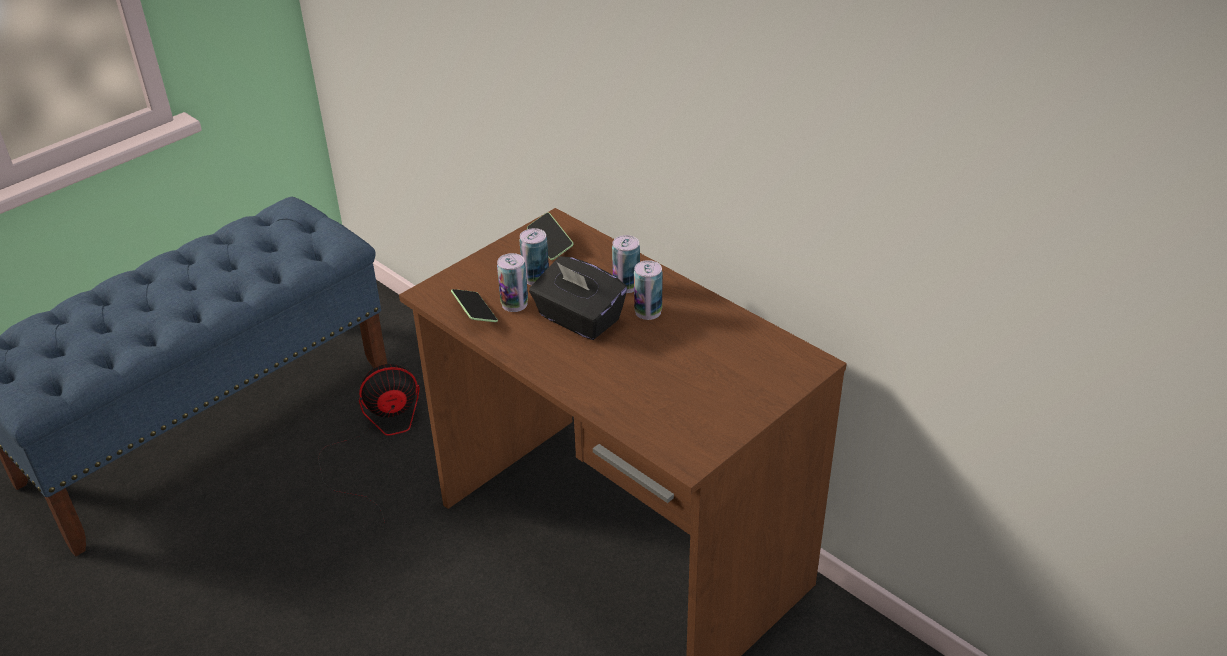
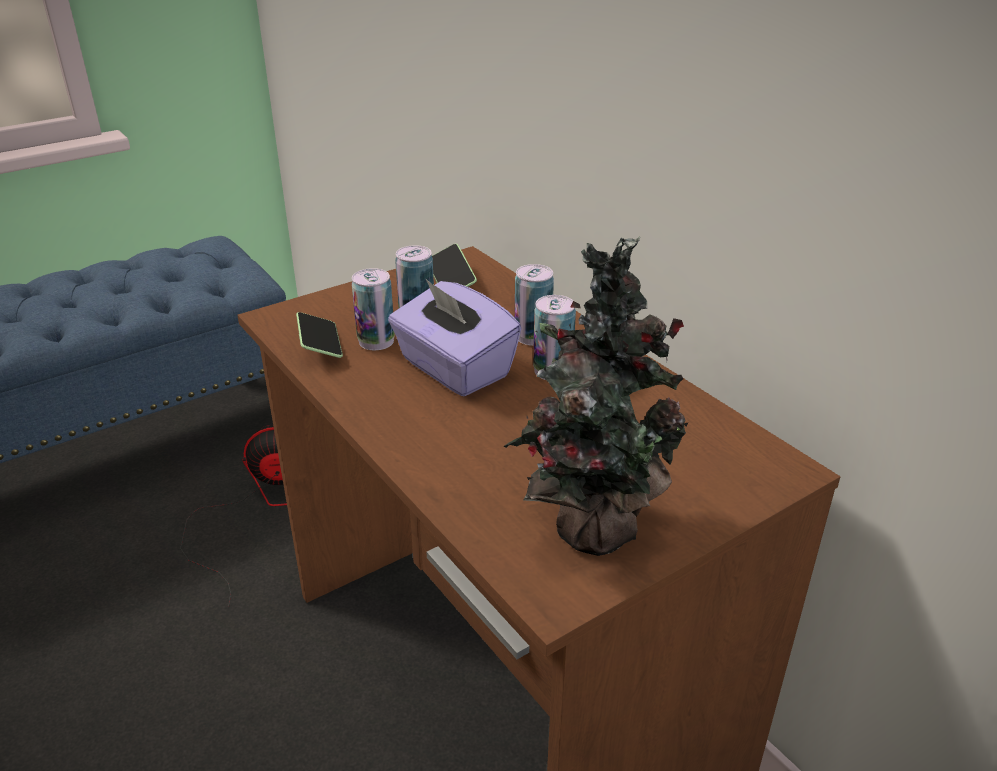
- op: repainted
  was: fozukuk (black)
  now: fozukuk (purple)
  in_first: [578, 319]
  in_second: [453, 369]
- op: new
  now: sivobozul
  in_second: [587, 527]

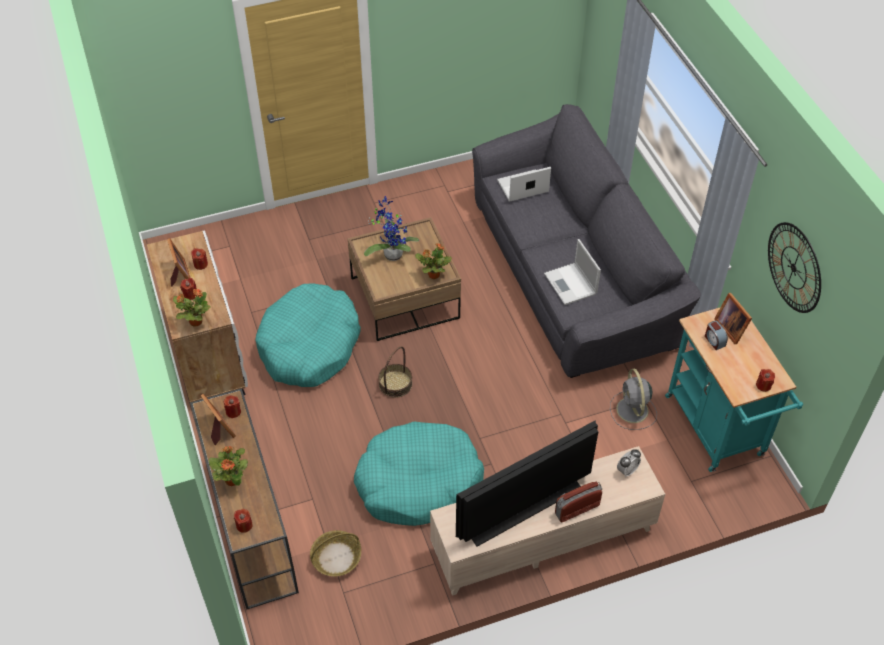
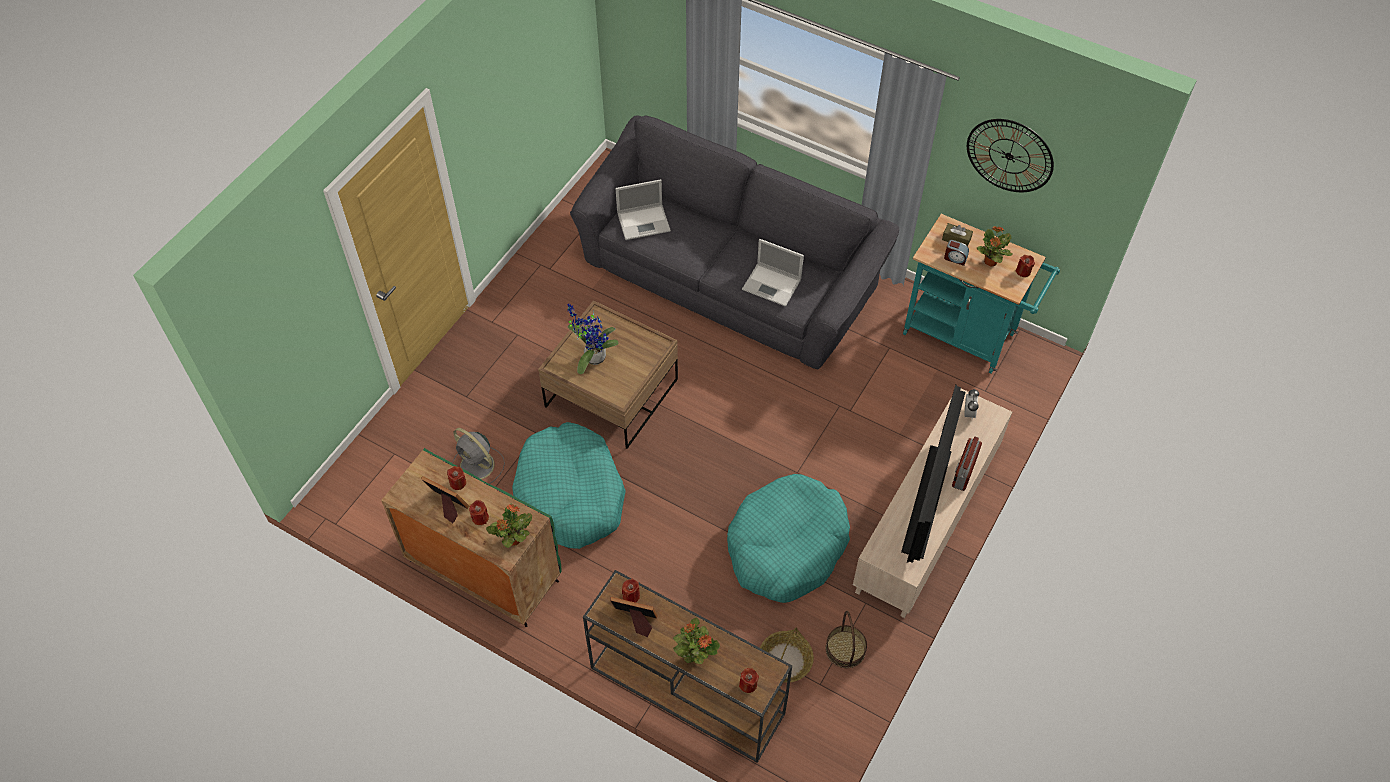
- op: repainted
  was: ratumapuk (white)
  now: ratumapuk (green)
  in_first: [206, 354]
  in_second: [483, 570]
- op: shifted
  was: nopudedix
  in_first: [395, 384]
  in_second: [845, 649]
- op: shifted
  was: sivobozul
  in_first: [433, 275]
  in_second: [990, 262]
- op: rotated
  was: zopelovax
  in_first: [522, 187]
  in_second: [644, 222]
  clockwise: -135
- op: shifted
  was: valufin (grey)
  in_first: [632, 411]
  in_second: [478, 466]
- op: swapped
  was: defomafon
  now: fozukuk (brown)
  in_first: [731, 327]
  in_second: [956, 239]

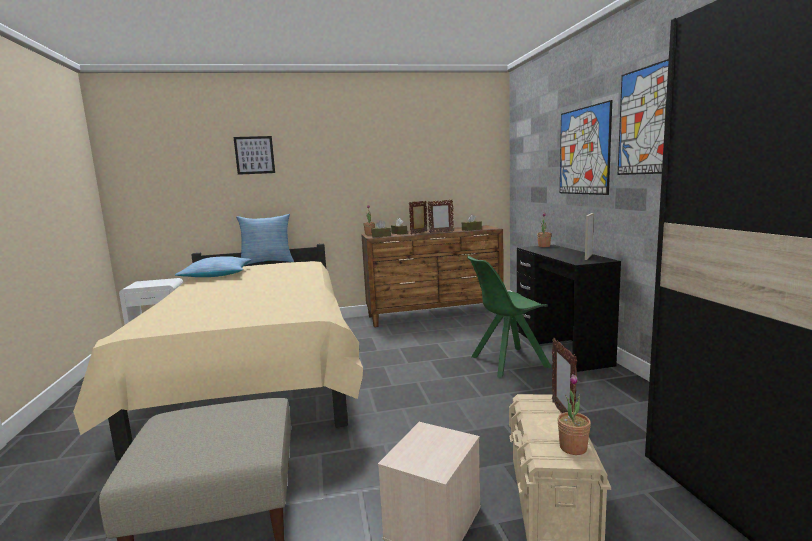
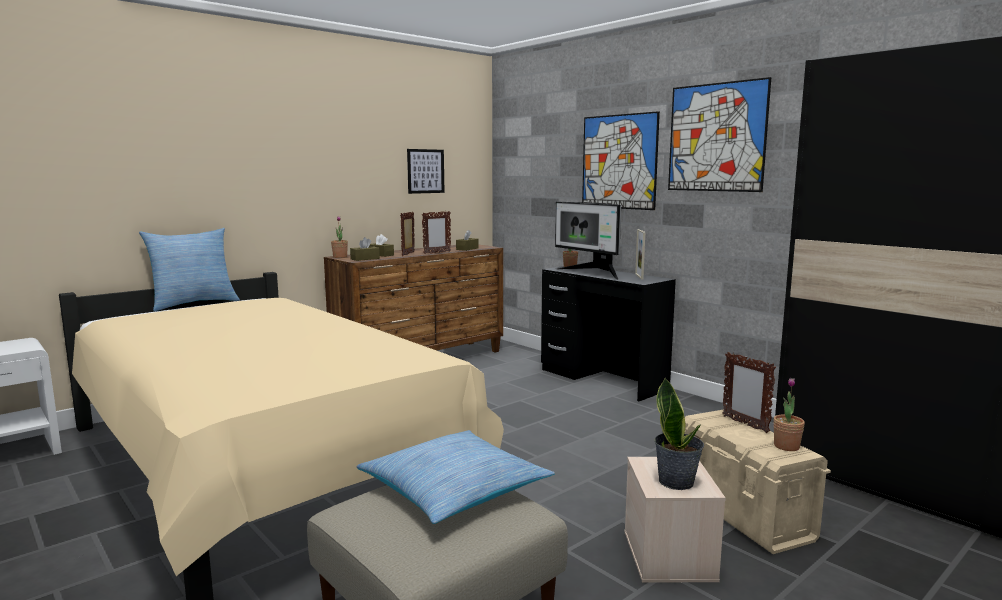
- op: shifted
  was: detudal
  in_first: [216, 275]
  in_second: [454, 490]
- op: shifted
  was: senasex
  in_first: [254, 155]
  in_second: [425, 171]
- op: gone
  was: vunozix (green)
  in_first: [507, 362]
- op: new
  now: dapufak
  in_second: [593, 273]
- op: new
  now: sivobozul
  in_second: [676, 481]

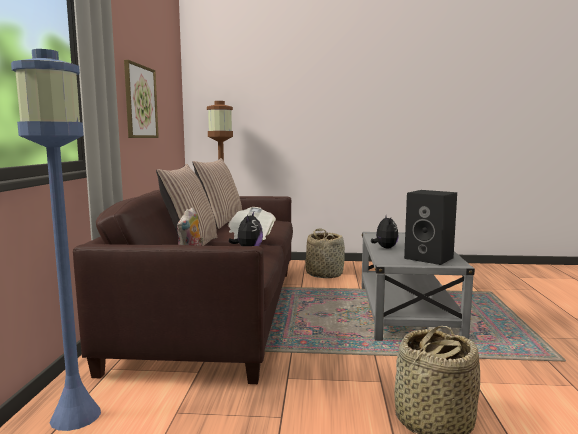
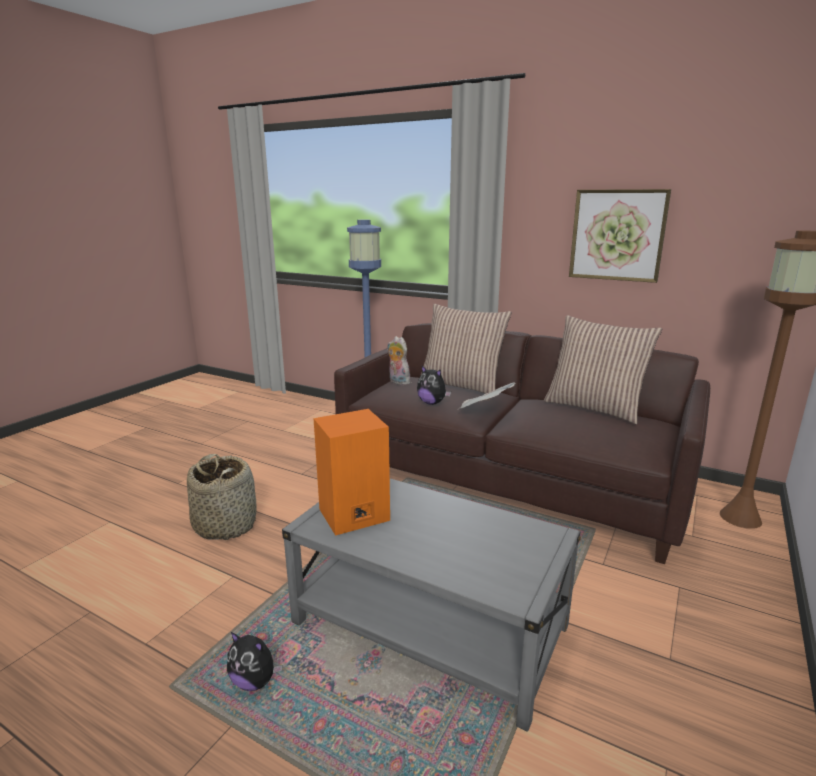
- op: gone
  was: nopudedix
  in_first: [324, 274]
- op: shifted
  was: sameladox
  in_first: [385, 248]
  in_second: [254, 681]
- op: repainted
  was: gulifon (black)
  now: gulifon (orange)
  in_first: [430, 258]
  in_second: [353, 516]

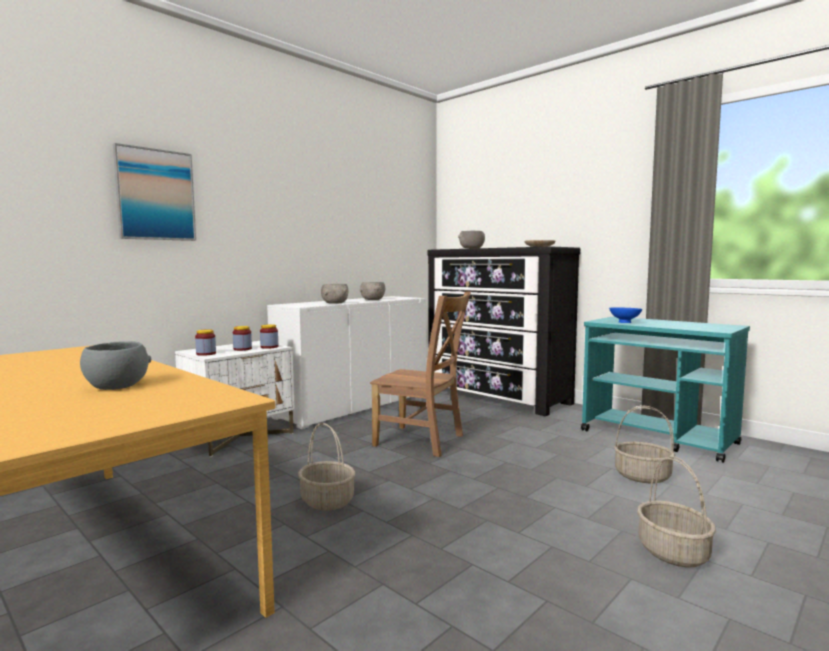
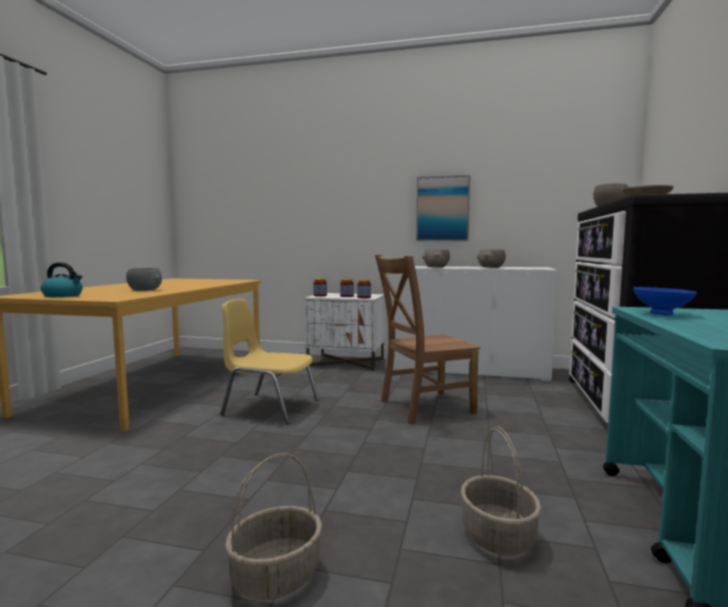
- op: shifted
  was: senasex
  in_first: [155, 195]
  in_second: [442, 209]
- op: swapped
  was: nopudedix
  now: vunozix (yellow)
  in_first: [326, 501]
  in_second: [269, 407]
- op: rotated
  was: vunozix (brown)
  in_first: [422, 441]
  in_second: [423, 407]
  clockwise: 75
- op: new
  now: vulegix
  in_second: [63, 295]

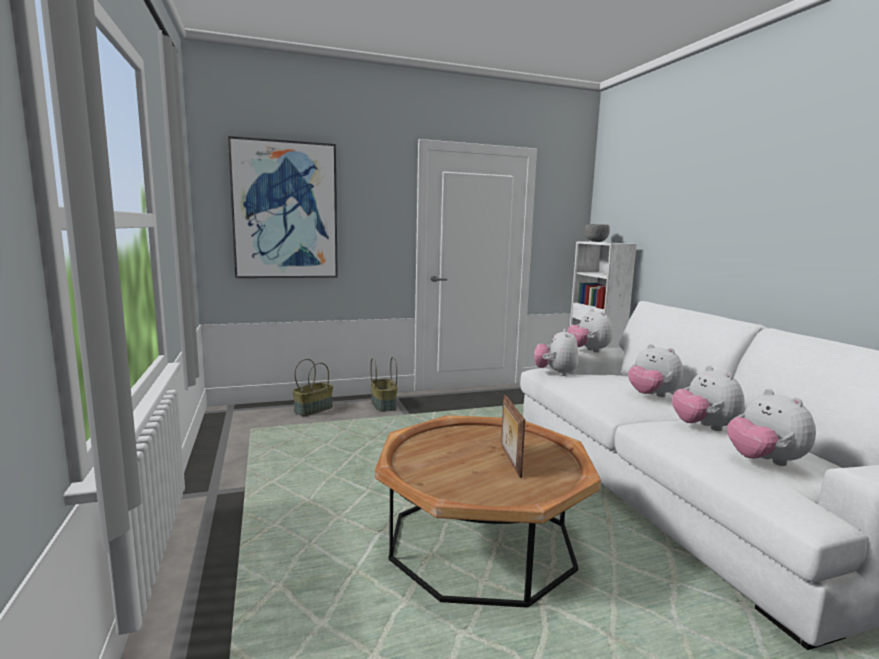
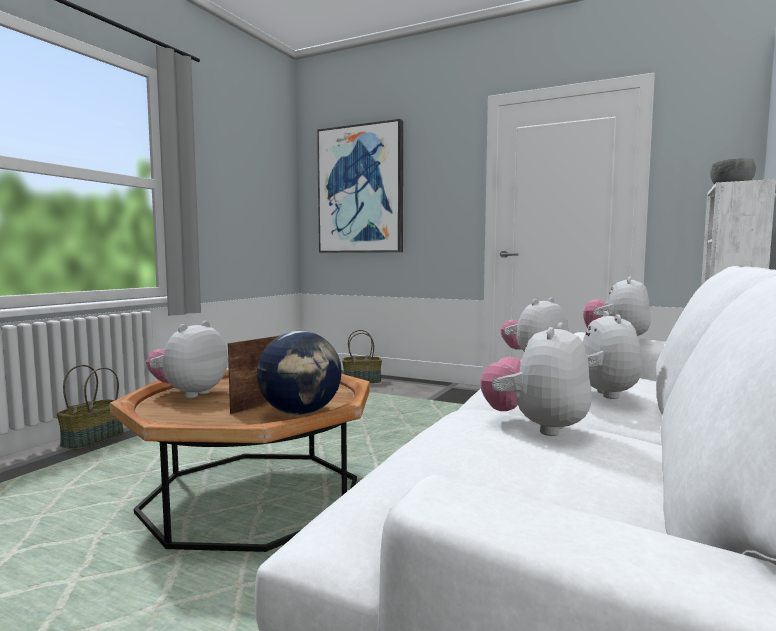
- op: shifted
  was: nopudedix
  in_first: [384, 405]
  in_second: [93, 440]
- op: shifted
  was: sameladox
  in_first: [764, 461]
  in_second: [189, 393]
- op: new
  now: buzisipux
  in_second: [300, 413]

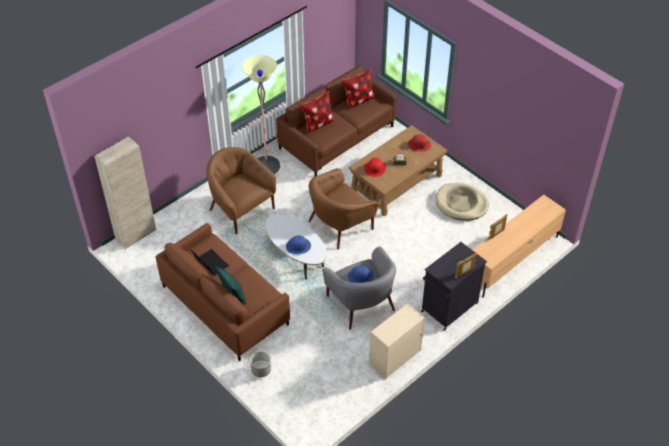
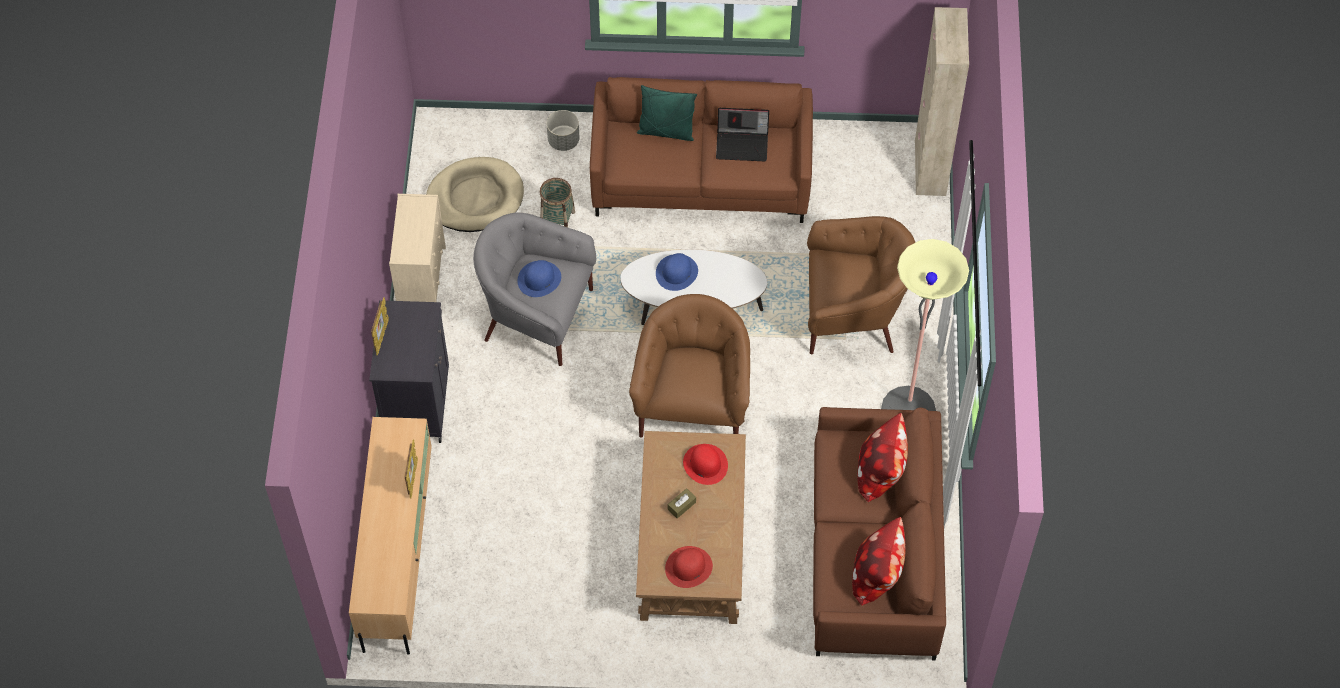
- op: shifted
  was: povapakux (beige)
  in_first: [461, 204]
  in_second: [475, 198]
- op: new
  now: nopudedix
  in_second: [557, 220]

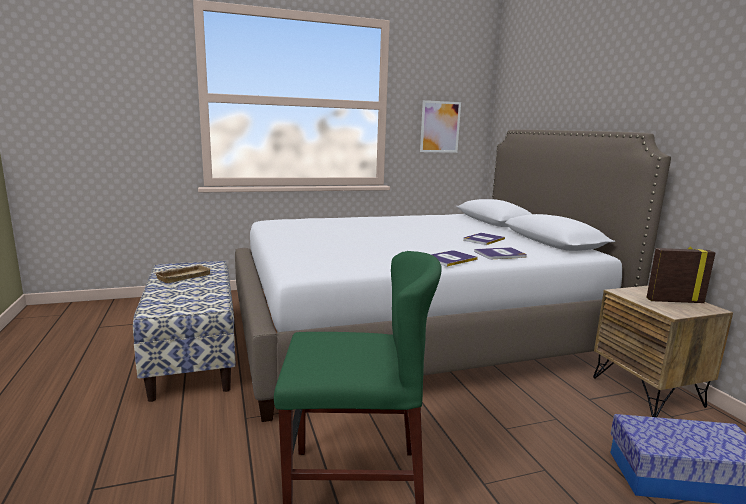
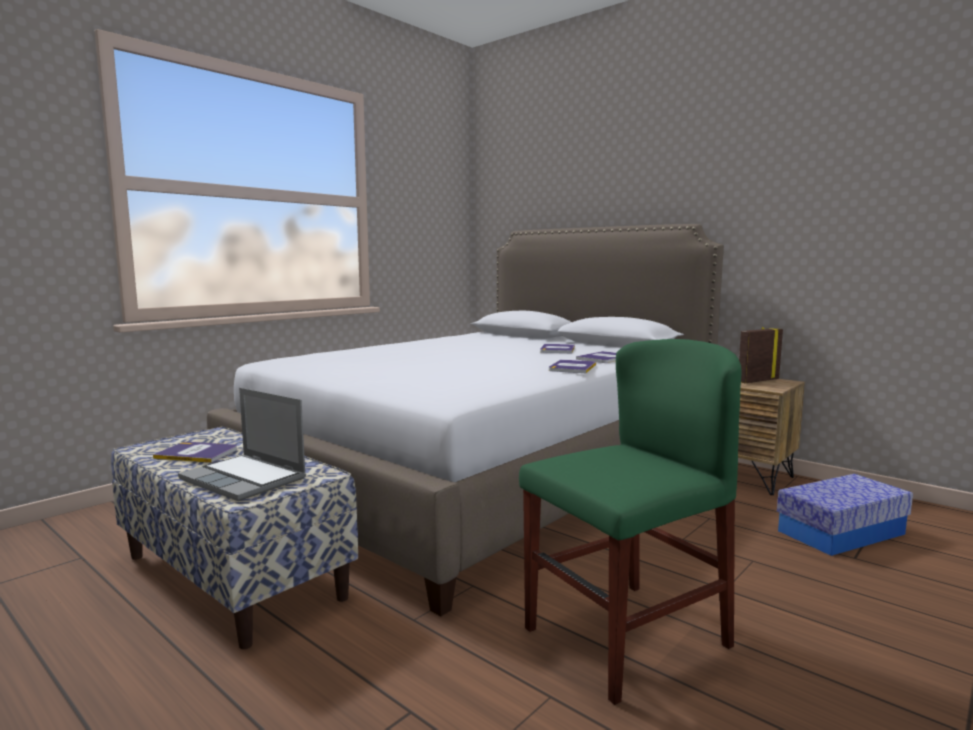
- op: swapped
  was: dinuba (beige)
  now: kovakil
  in_first: [183, 276]
  in_second: [197, 453]
- op: gone
  was: senasex
  in_first: [440, 127]
- op: new
  now: zopelovax
  in_second: [245, 479]

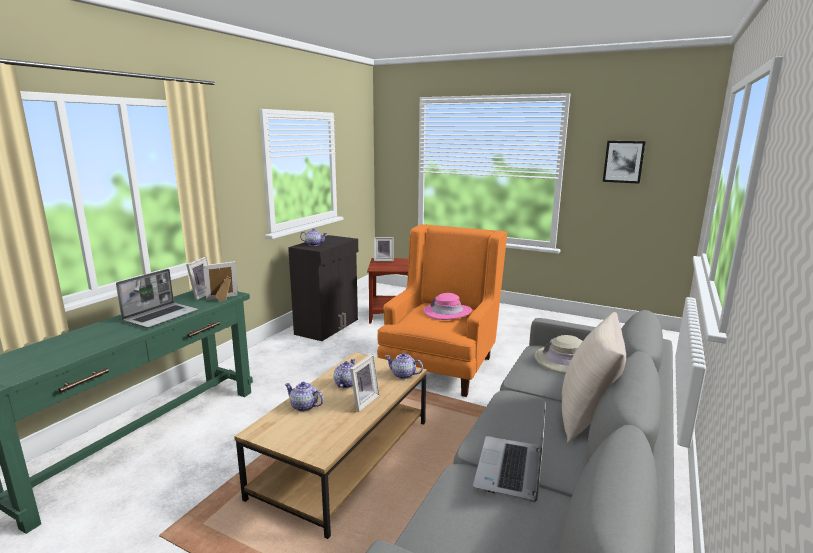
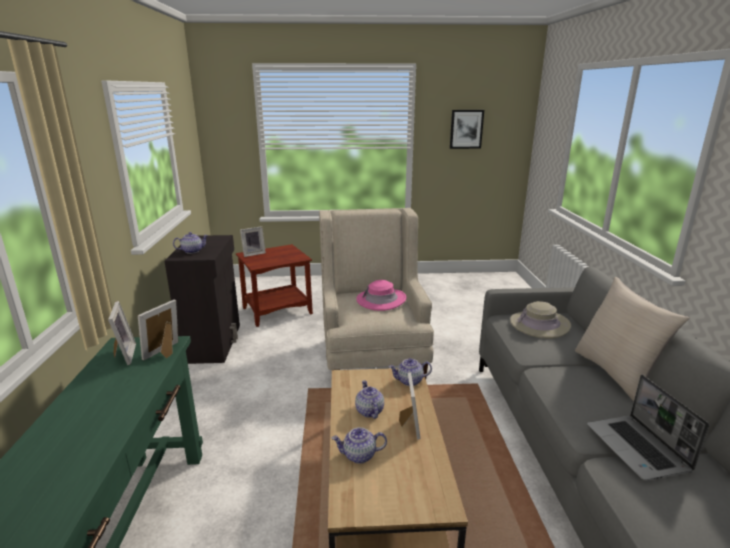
- op: gone
  was: zopelovax
  in_first: [161, 316]
- op: repainted
  was: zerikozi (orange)
  now: zerikozi (beige)
  in_first: [442, 363]
  in_second: [372, 352]

